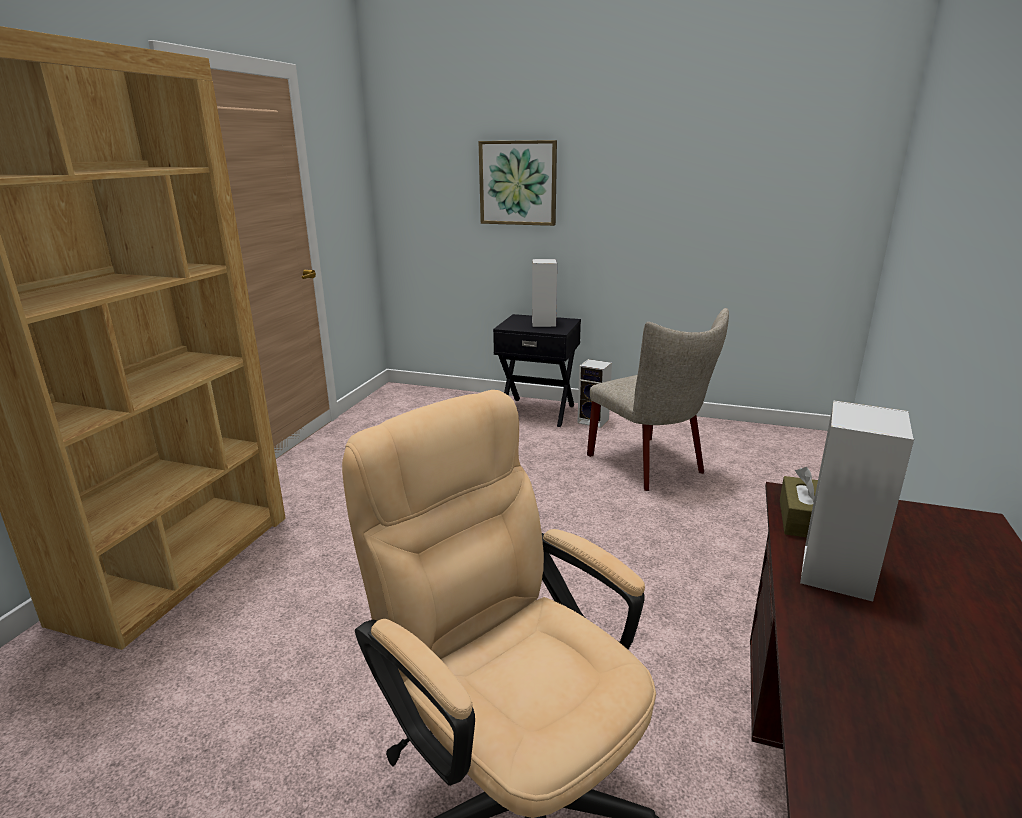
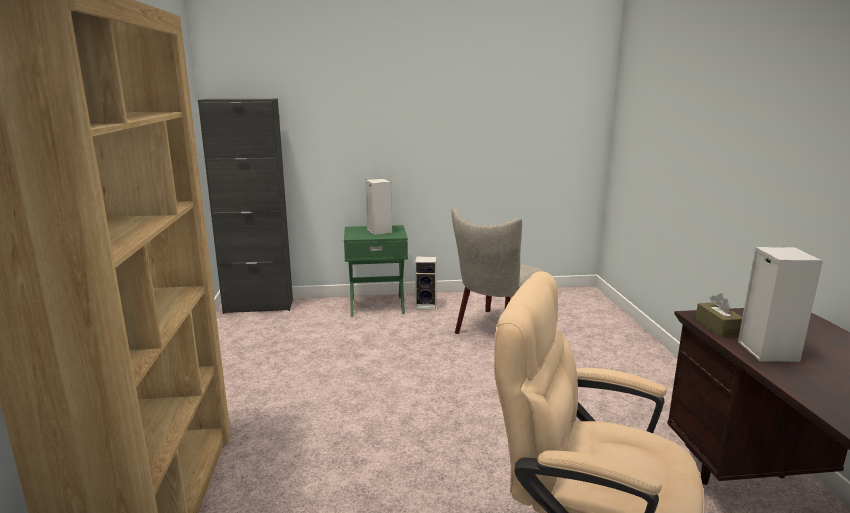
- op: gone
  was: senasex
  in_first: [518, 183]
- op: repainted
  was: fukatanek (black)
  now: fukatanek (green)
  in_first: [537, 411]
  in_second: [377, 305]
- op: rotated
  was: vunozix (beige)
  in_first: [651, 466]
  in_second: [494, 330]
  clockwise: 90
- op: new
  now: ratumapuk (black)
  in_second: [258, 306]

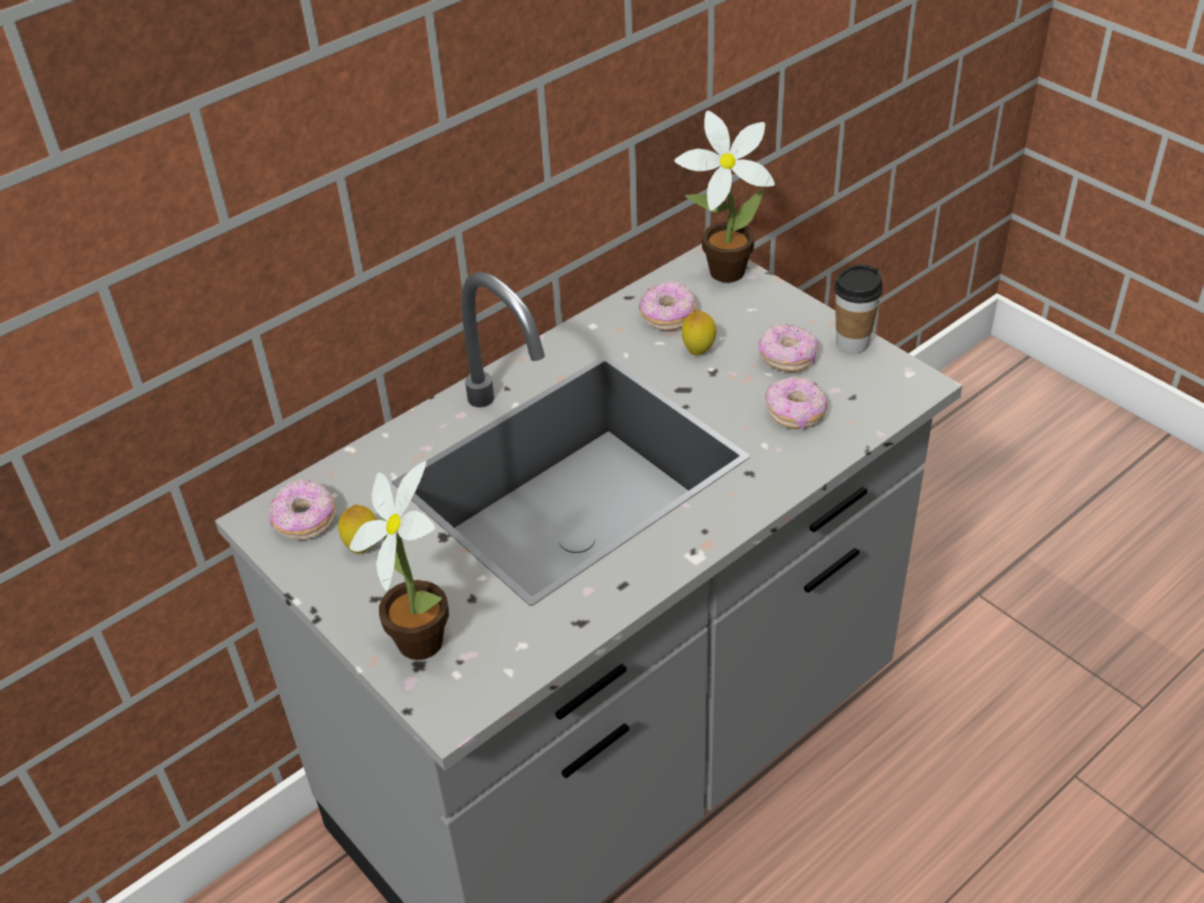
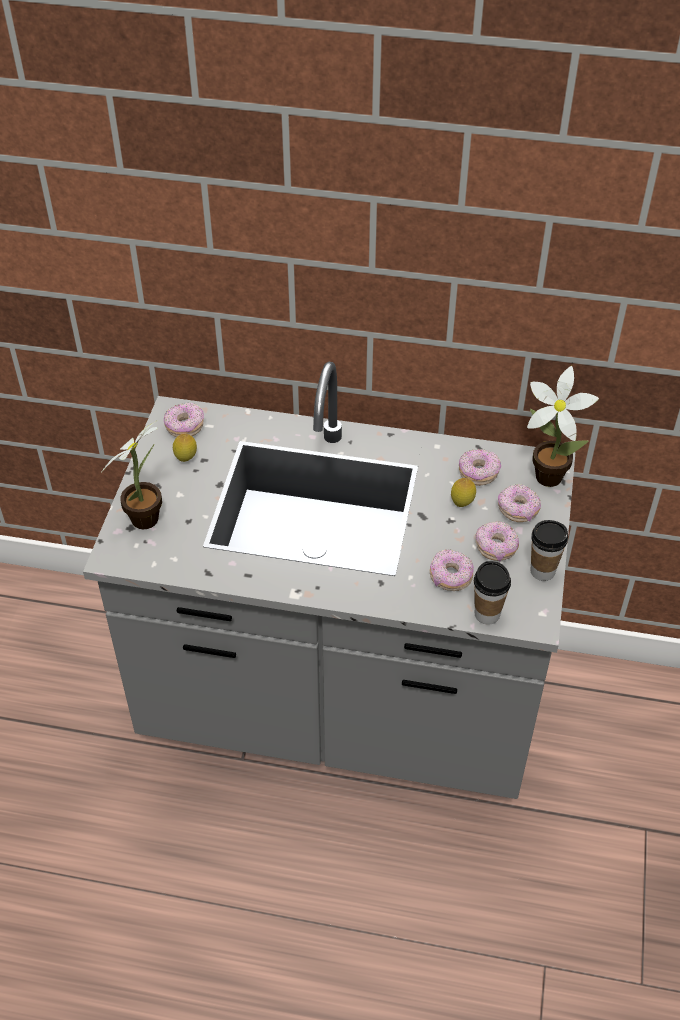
- op: new
  now: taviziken
  in_second: [487, 614]
- op: new
  now: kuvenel
  in_second: [518, 510]

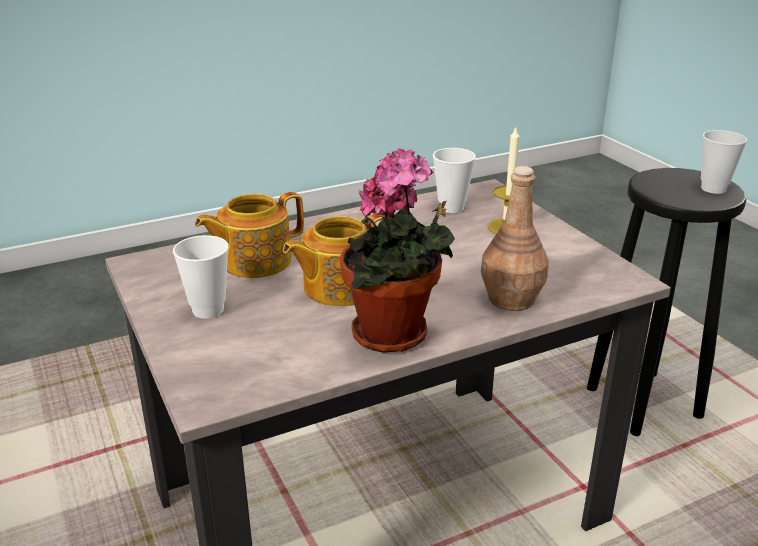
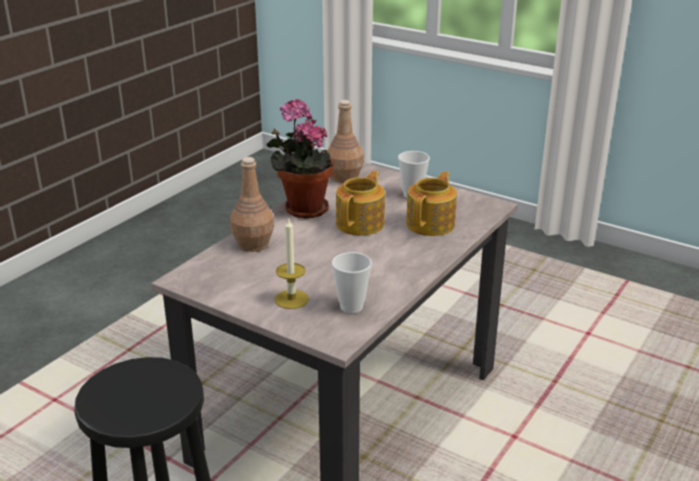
- op: gone
  was: taviziken
  in_first: [713, 189]
- op: new
  now: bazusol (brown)
  in_second: [344, 177]

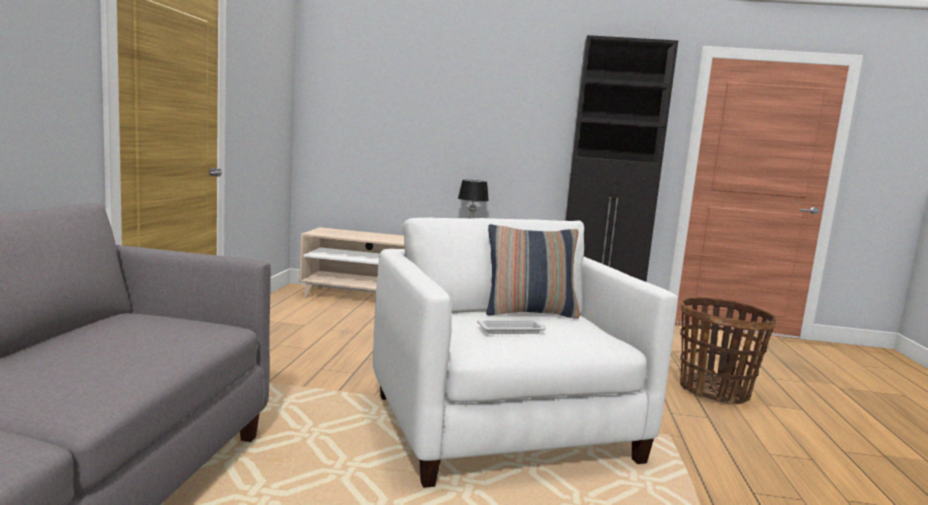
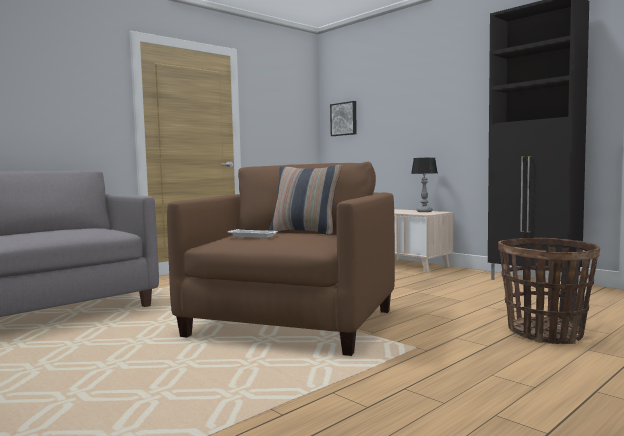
- op: repainted
  was: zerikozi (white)
  now: zerikozi (brown)
  in_first: [503, 428]
  in_second: [291, 323]
- op: new
  now: senasex
  in_second: [344, 119]

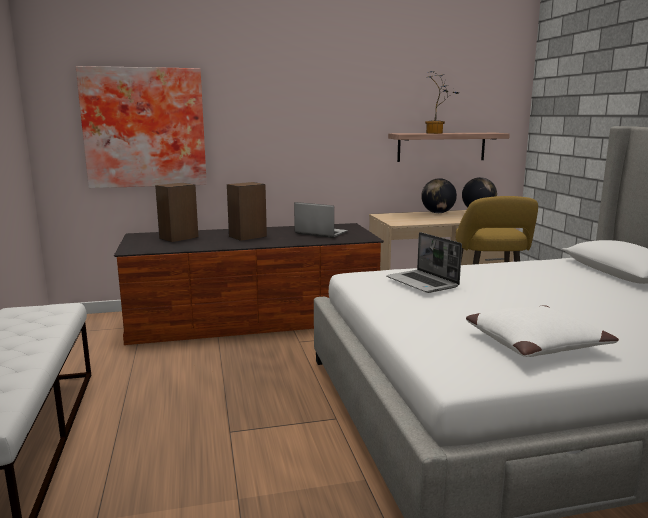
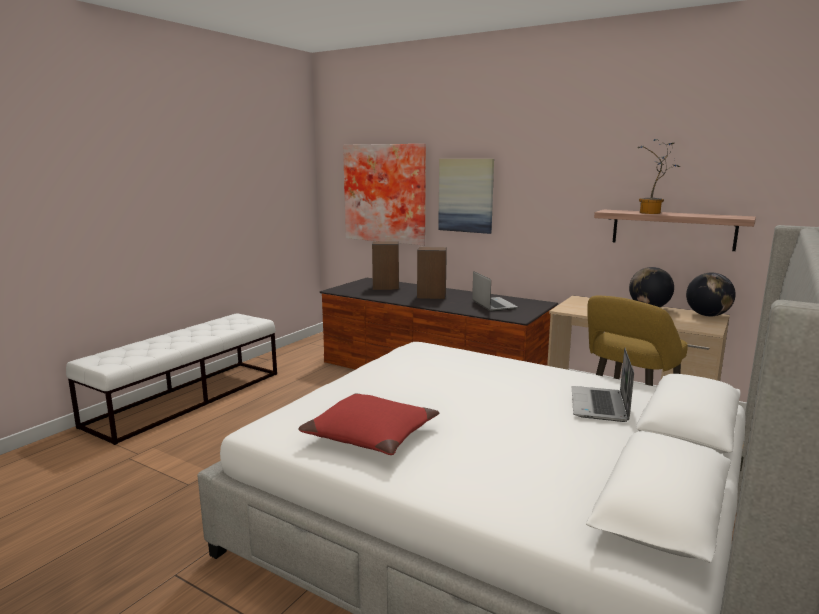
- op: shifted
  was: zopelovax
  in_first: [423, 283]
  in_second: [600, 406]
- op: repainted
  was: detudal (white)
  now: detudal (red)
  in_first: [535, 343]
  in_second: [371, 435]
- op: new
  now: senasex
  in_second: [466, 195]

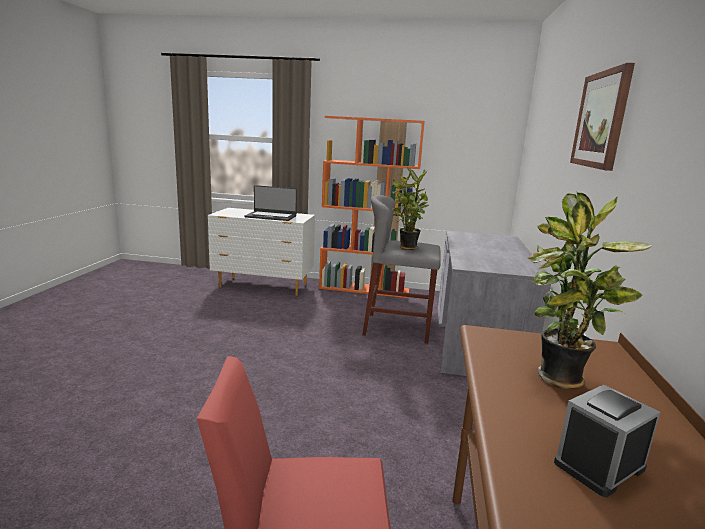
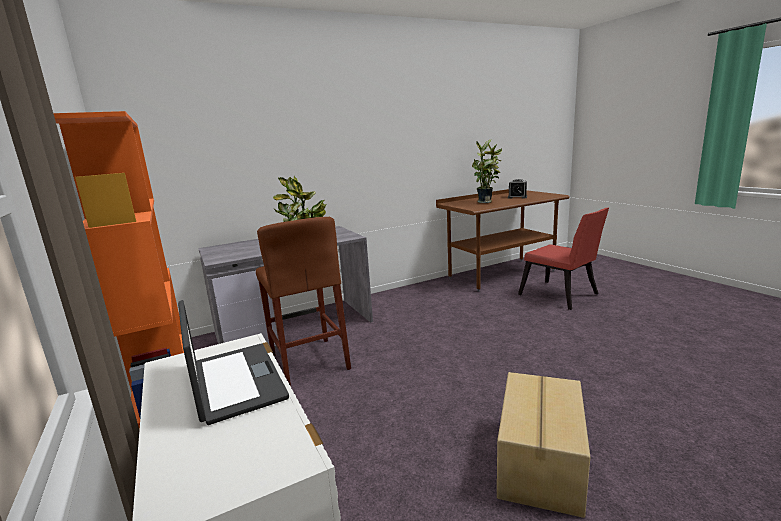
- op: repainted
  was: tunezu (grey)
  now: tunezu (brown)
  in_first: [397, 328]
  in_second: [309, 361]
- op: gone
  was: senasex
  in_first: [601, 120]
- op: new
  now: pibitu
  in_second: [538, 462]

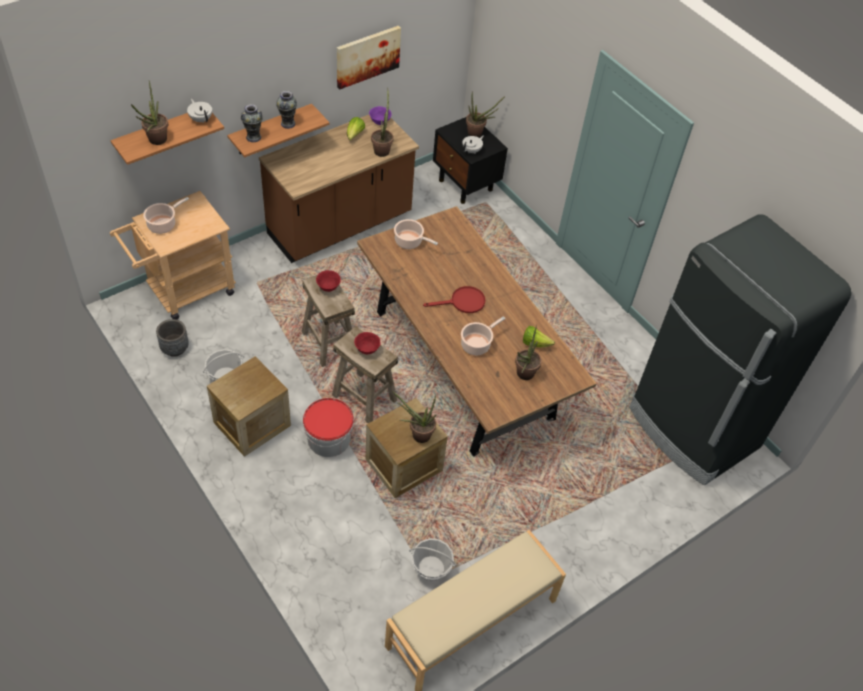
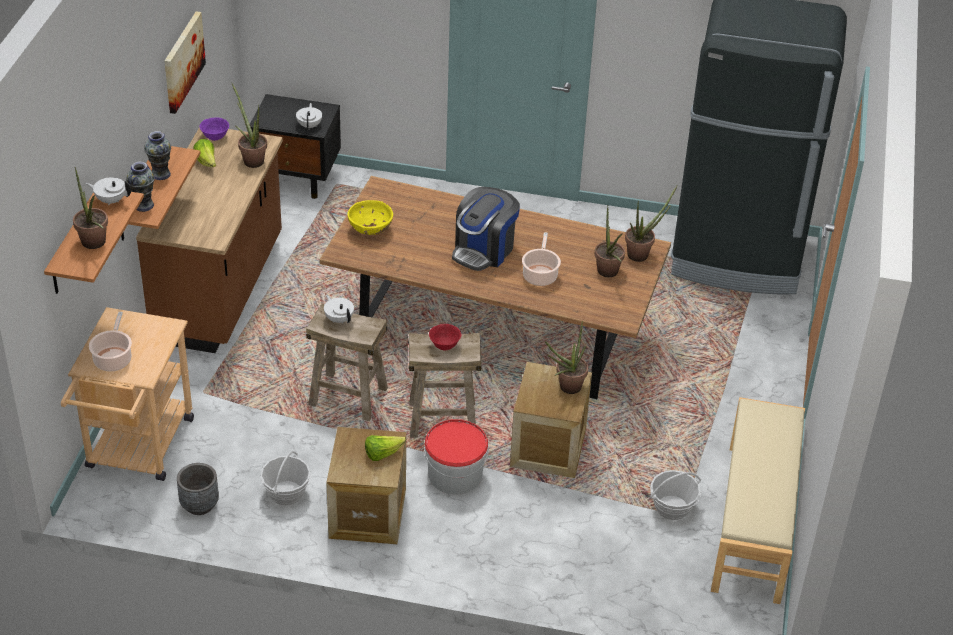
- op: swapped
  was: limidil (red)
  now: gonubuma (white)
  in_first: [328, 287]
  in_second: [339, 319]
- op: swapped
  was: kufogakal
  now: limidil (yellow)
  in_first: [410, 242]
  in_second: [370, 230]
- op: swapped
  was: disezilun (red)
  now: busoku
  in_first: [462, 302]
  in_second: [484, 250]
- op: shifted
  was: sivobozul
  in_first: [478, 134]
  in_second: [642, 254]
- op: shifted
  was: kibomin
  in_first: [535, 343]
  in_second: [382, 454]

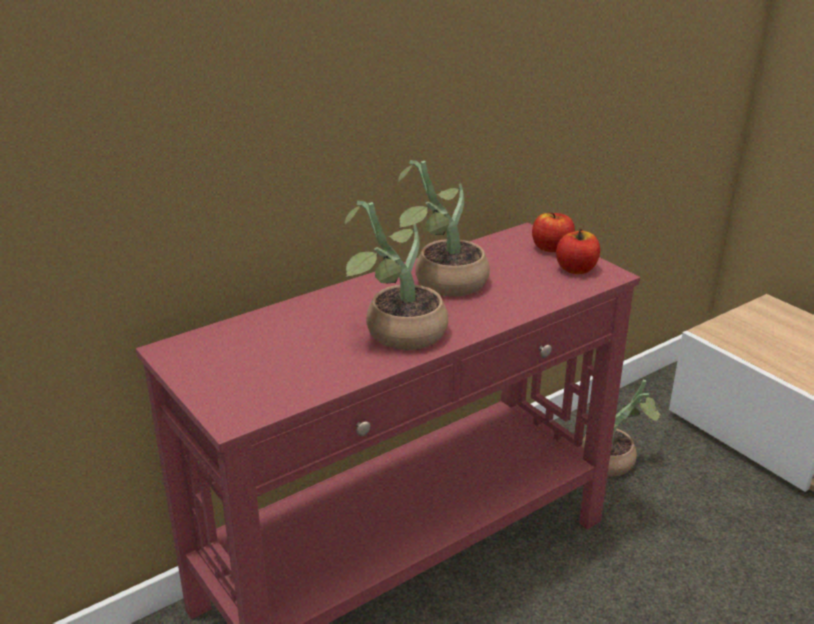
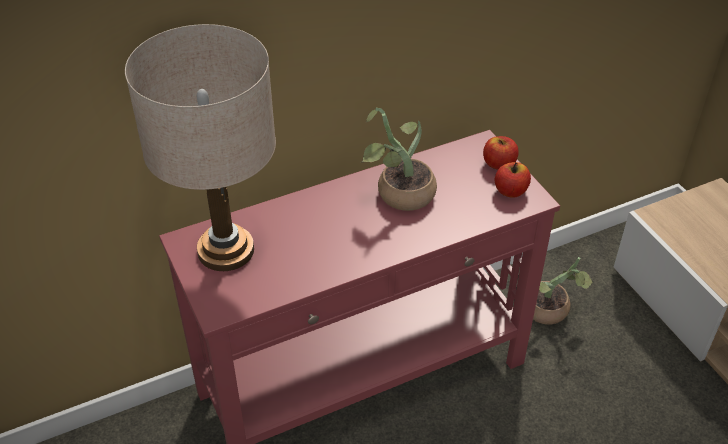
- op: gone
  was: sivobozul
  in_first: [396, 333]
- op: new
  now: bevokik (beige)
  in_second: [226, 250]

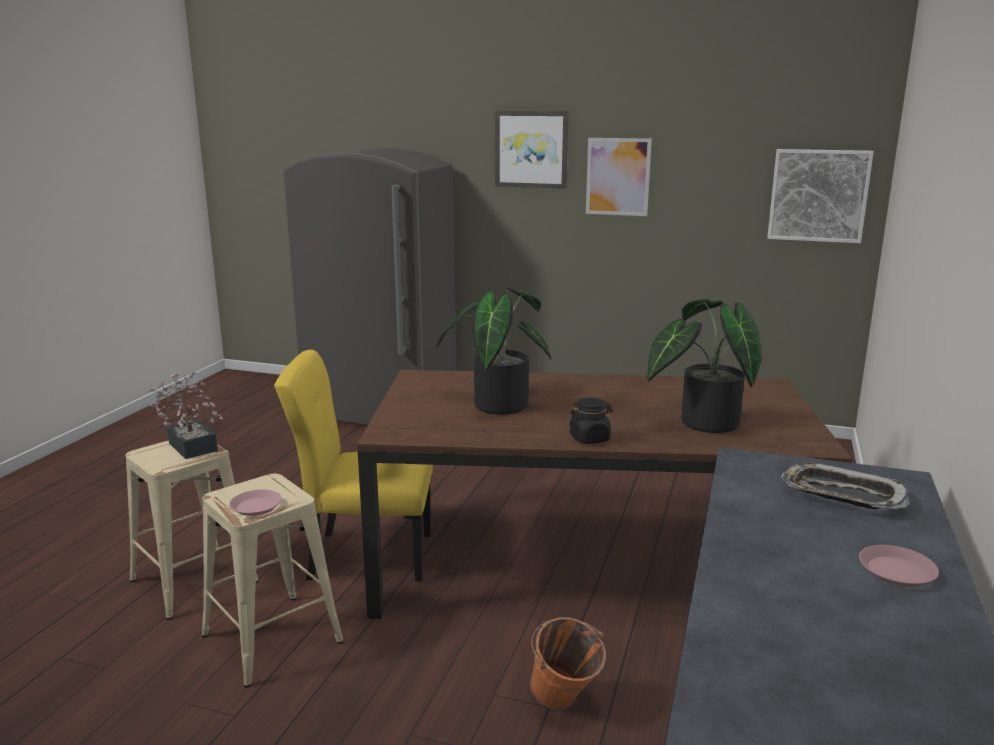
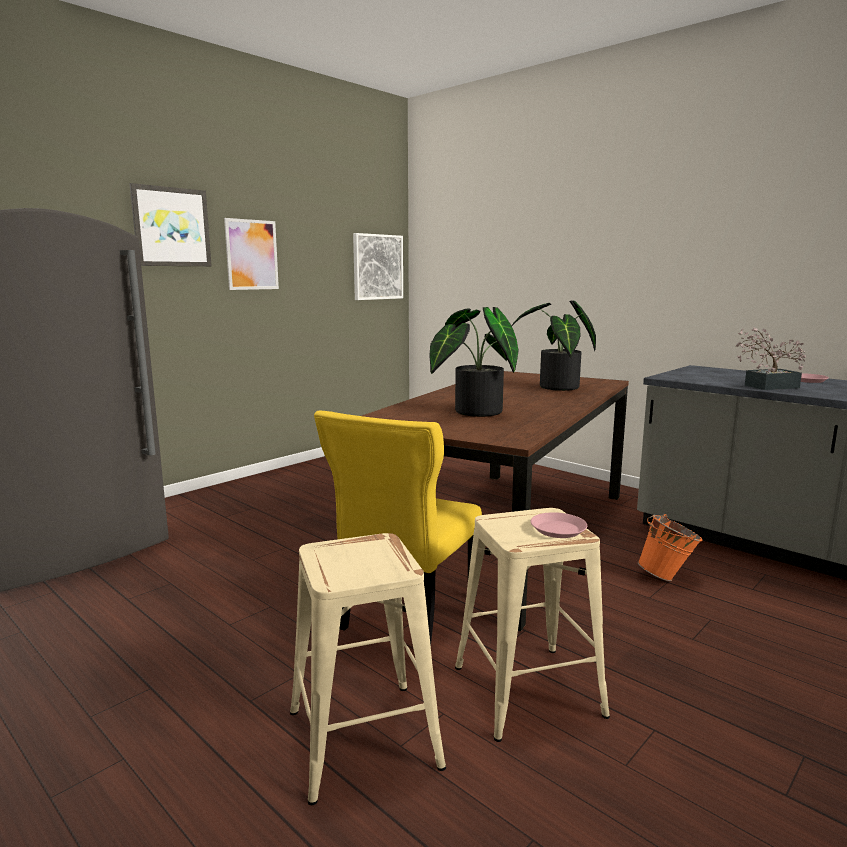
- op: shifted
  was: sivobozul
  in_first: [191, 444]
  in_second: [766, 386]
- op: gone
  was: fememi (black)
  in_first: [590, 438]
- op: gone
  was: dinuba
  in_first: [842, 494]

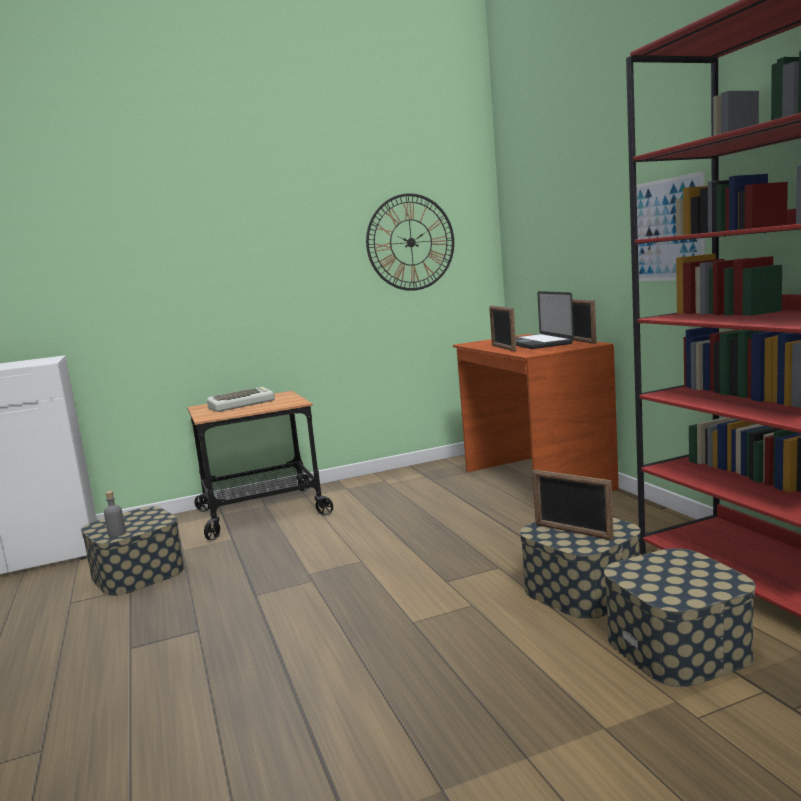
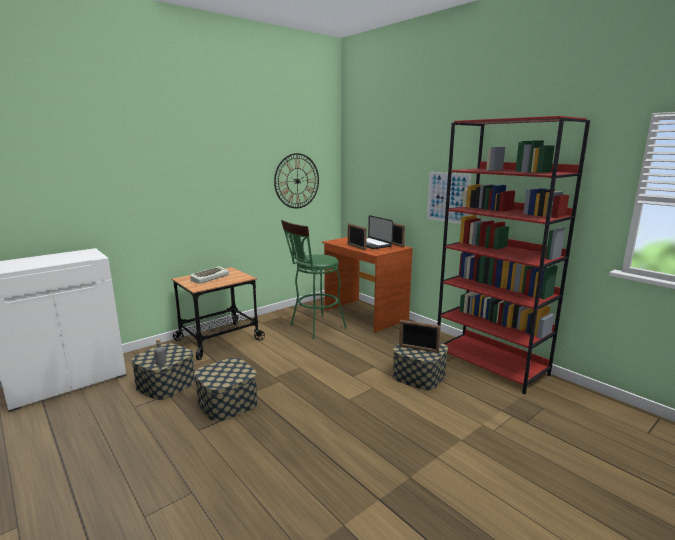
- op: shifted
  was: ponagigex
  in_first: [677, 647]
  in_second: [227, 402]
- op: new
  now: tunezu (green)
  in_second: [314, 327]

